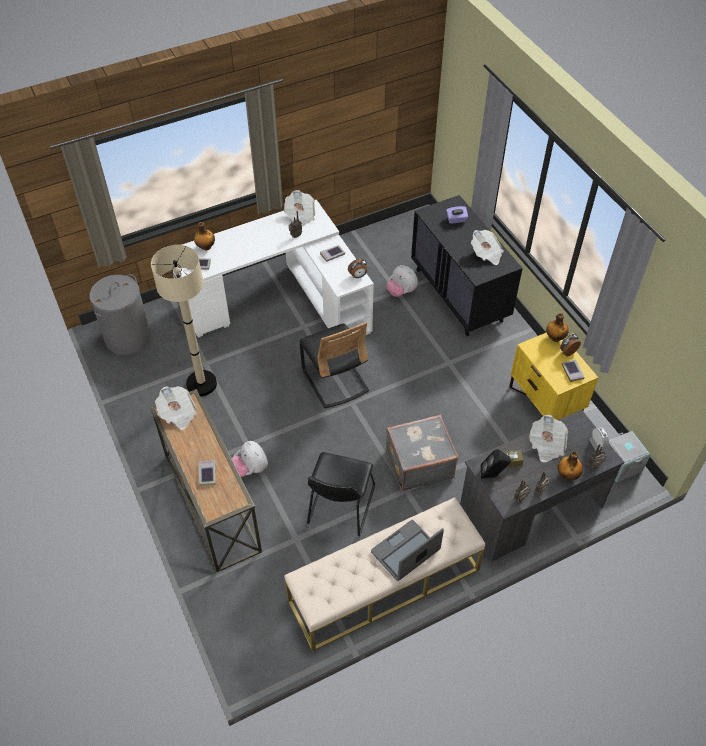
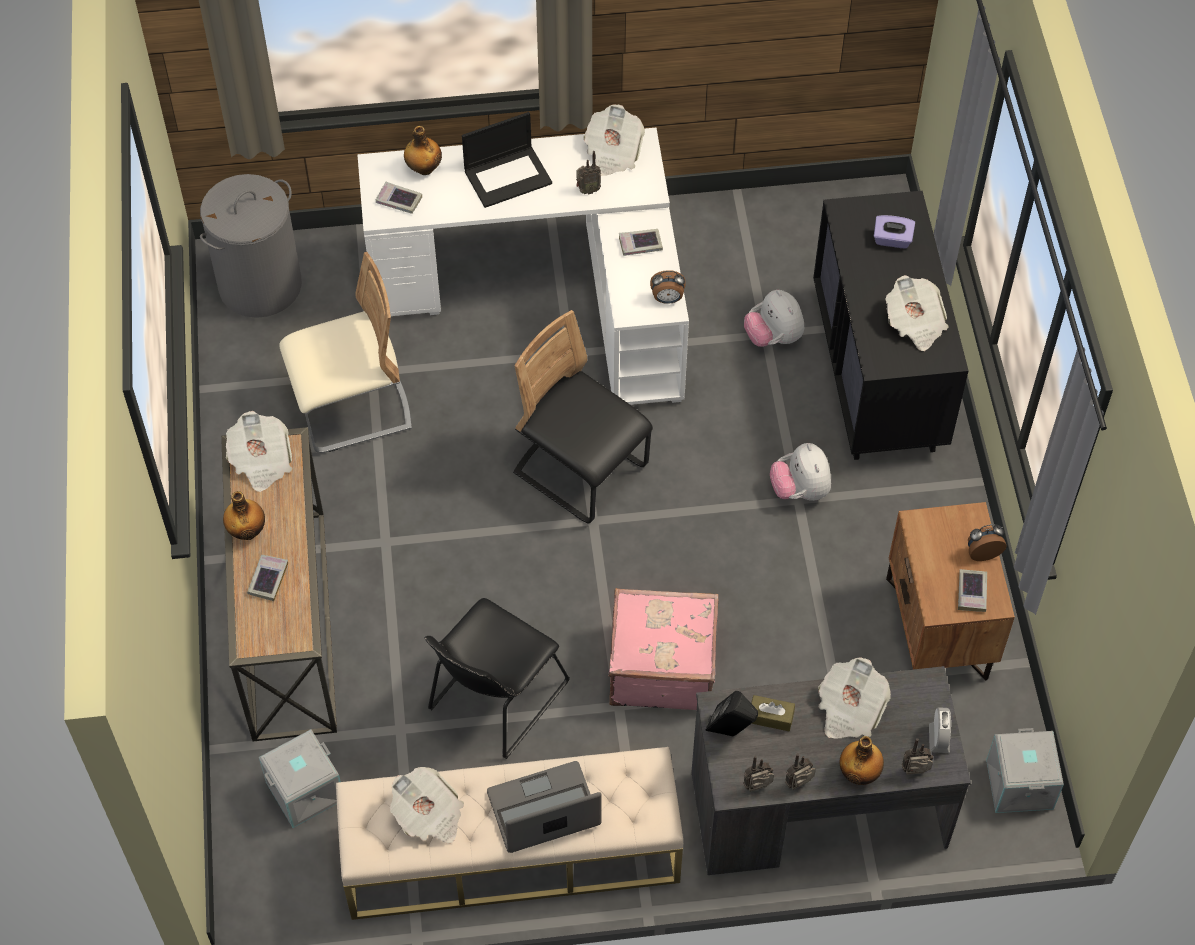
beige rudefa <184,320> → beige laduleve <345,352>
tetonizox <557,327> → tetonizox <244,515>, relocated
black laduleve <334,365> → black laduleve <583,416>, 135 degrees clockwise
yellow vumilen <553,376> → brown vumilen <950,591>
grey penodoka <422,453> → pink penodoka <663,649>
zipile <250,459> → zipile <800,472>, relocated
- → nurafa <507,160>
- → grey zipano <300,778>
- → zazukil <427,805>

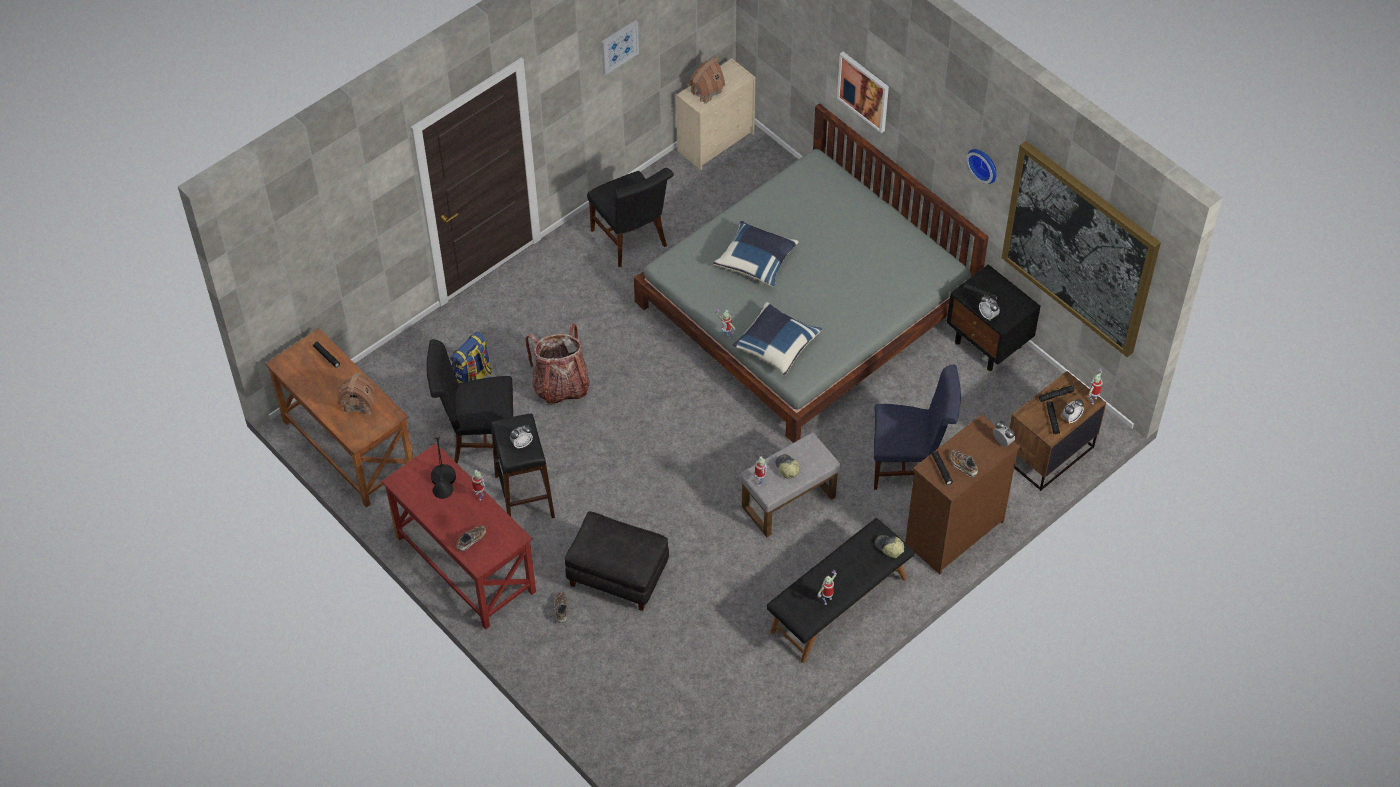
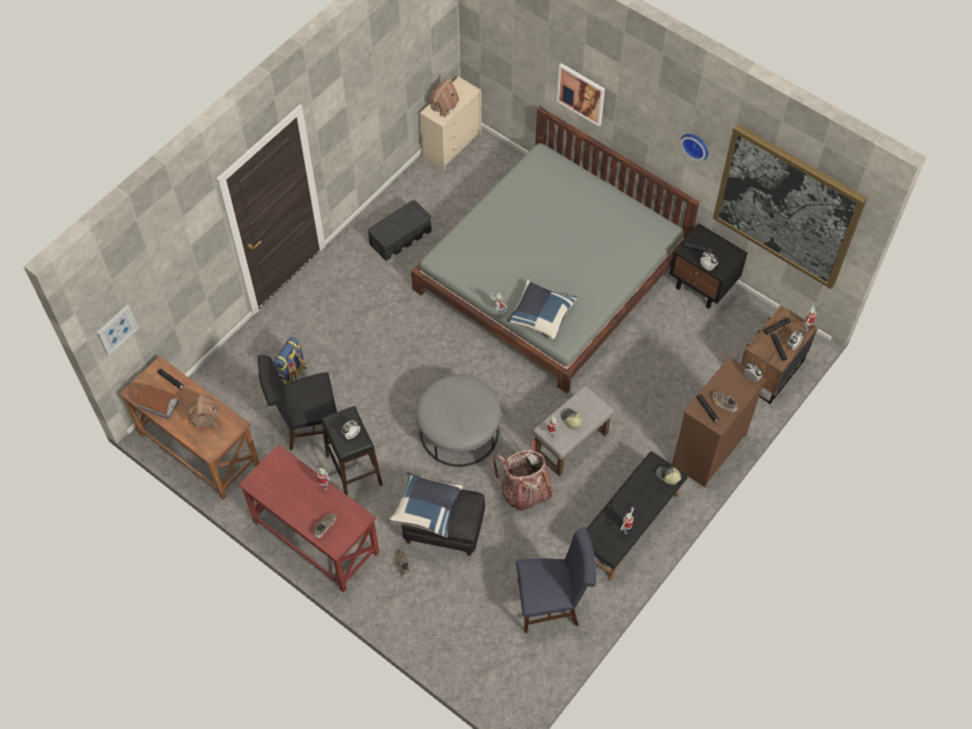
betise <620,47> → betise <117,330>, relocated
black laduleve <630,217> → black zipano <400,230>
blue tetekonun <755,254> → blue tetekonun <426,504>, relocated
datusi <558,364> → datusi <523,475>, relocated
blue laduleve <917,427> → blue laduleve <556,580>, relocated
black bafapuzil <443,468> → -
- → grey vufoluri <458,420>
- → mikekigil <157,402>

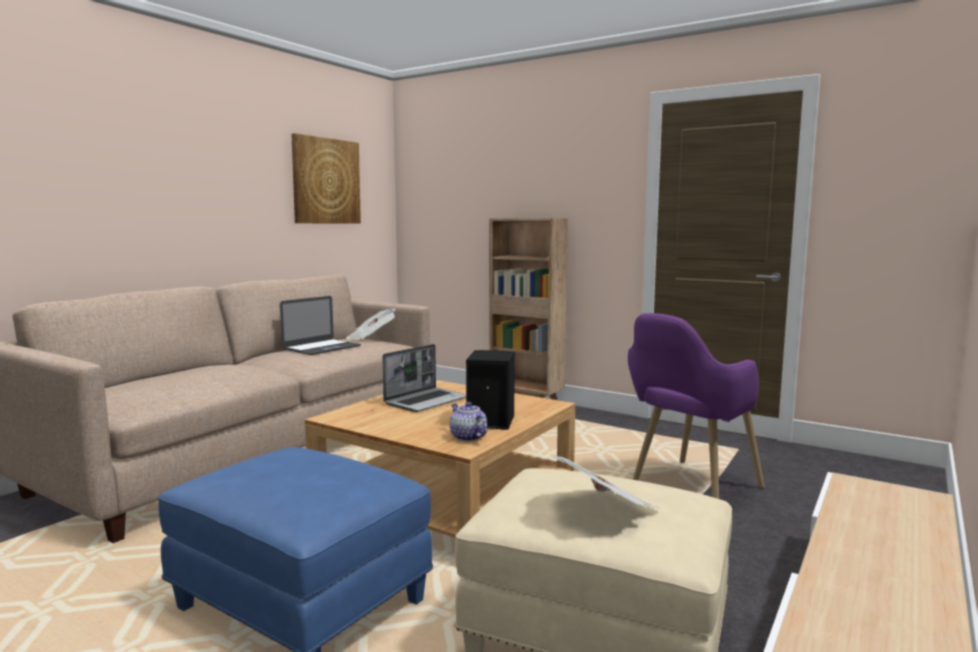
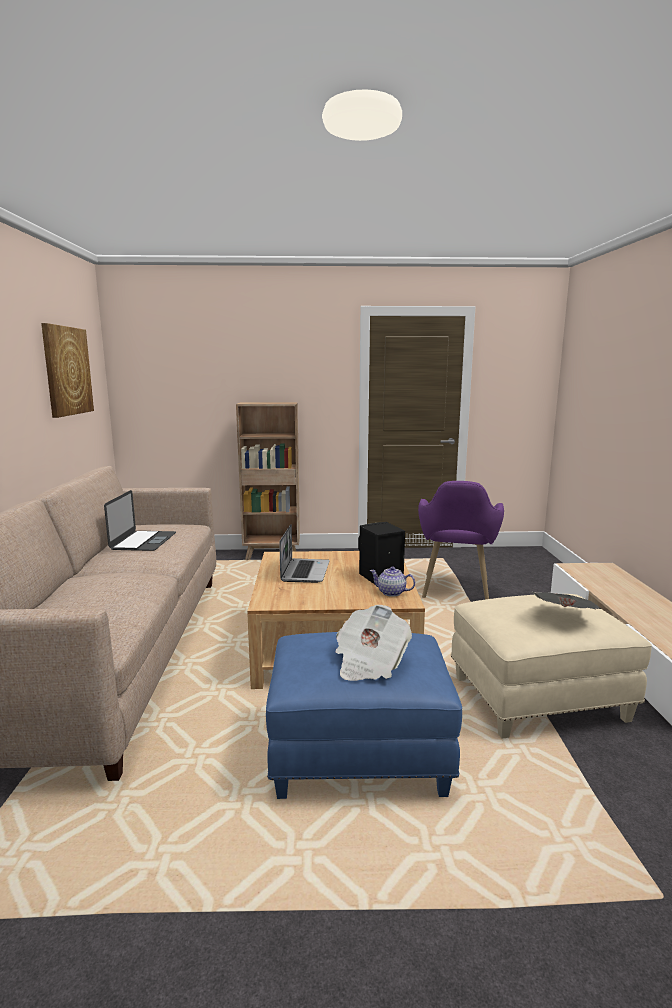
zazukil <370,324> → zazukil <373,643>, relocated

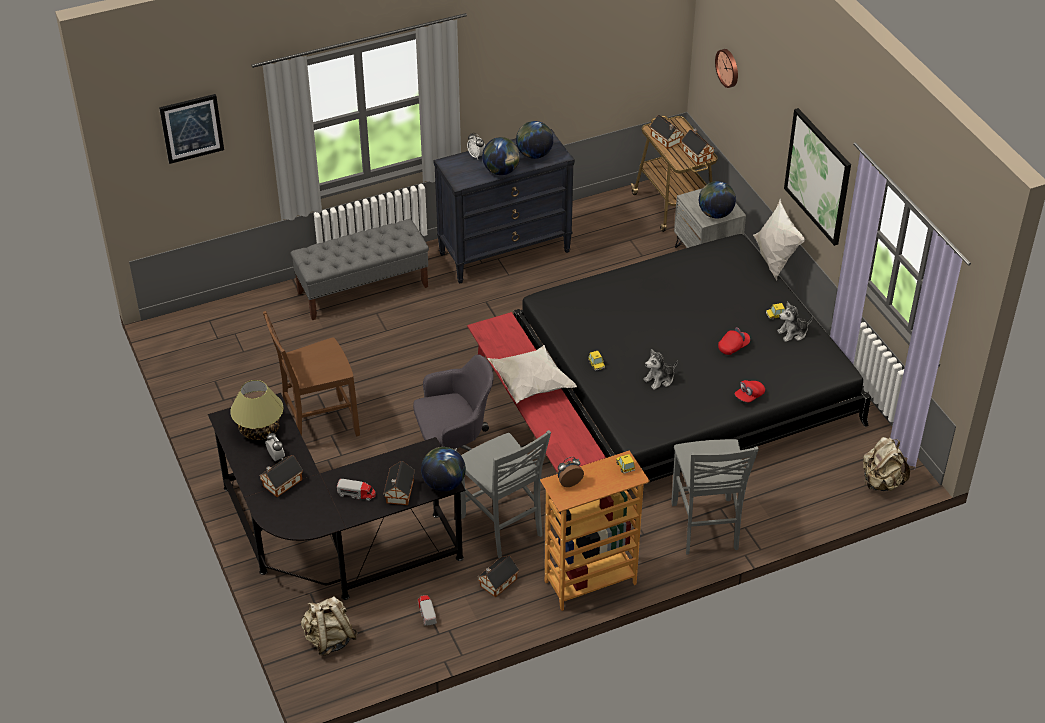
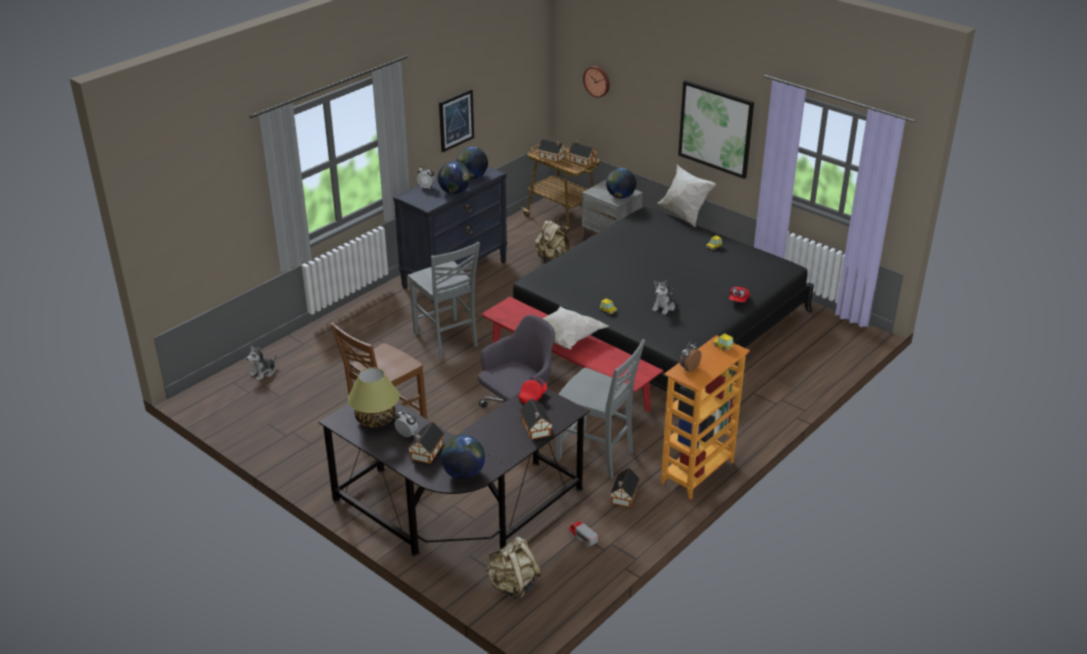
betise <191,129> → betise <456,120>, relocated
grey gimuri <359,269> → -
zipile <795,322> → zipile <261,363>, relocated
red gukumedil <734,341> → red gukumedil <532,390>, relocated
beige datusi <886,464> → beige datusi <552,240>, relocated
grey laduleve <715,497> → grey laduleve <444,300>, relocated
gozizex <443,469> → gozizex <463,457>, relocated
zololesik <356,490> → -

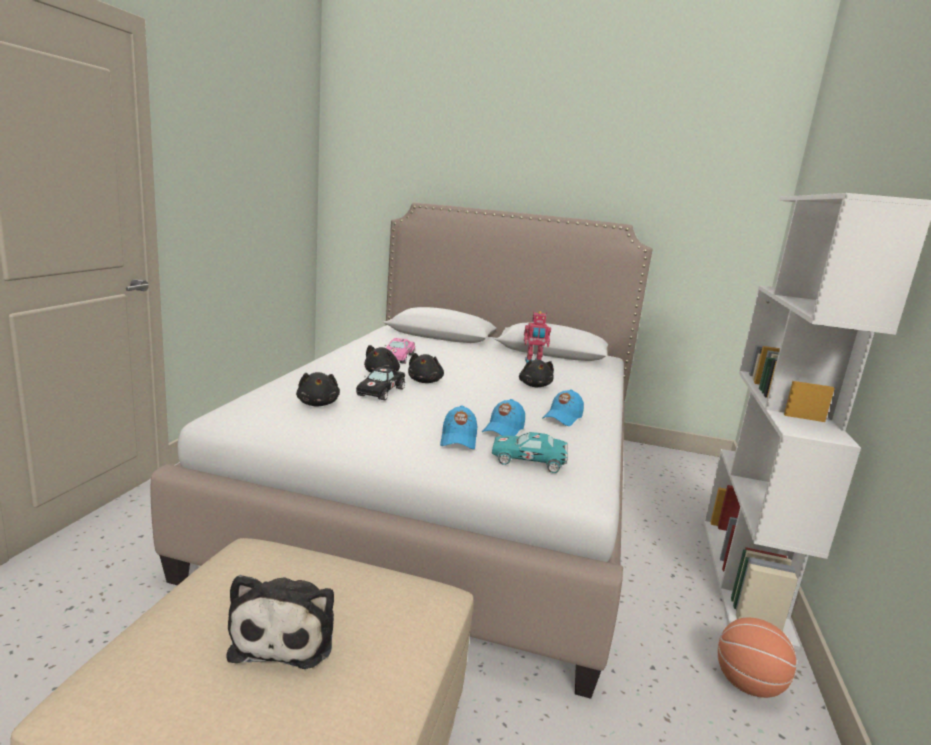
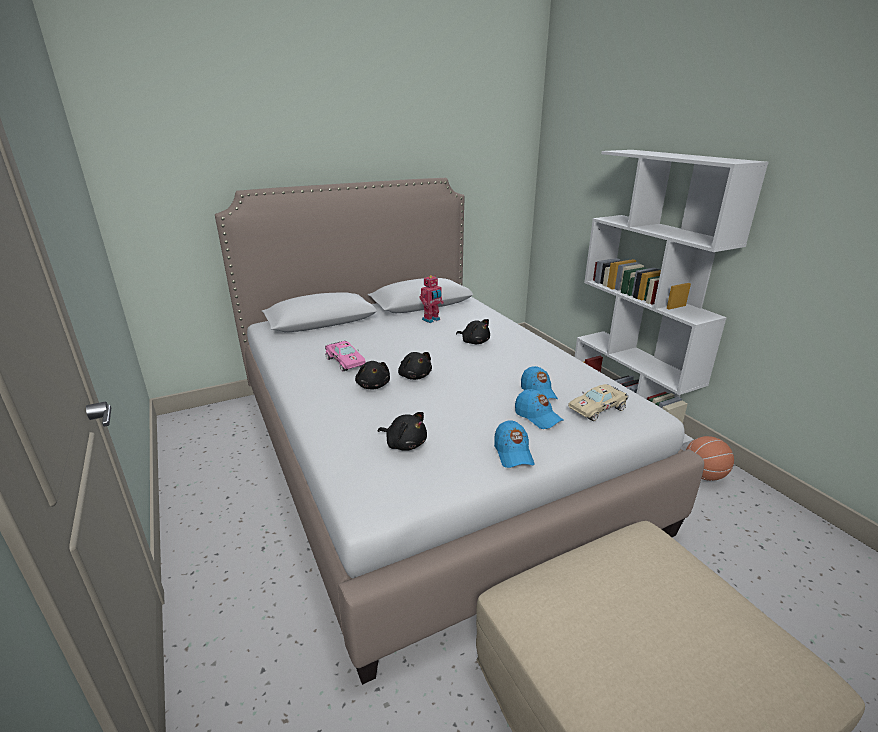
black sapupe <380,383> → -
blue gukumedil <563,407> → blue gukumedil <514,444>, relocated
turquoise sapupe <530,452> → beige sapupe <598,402>
zipile <280,622> → -

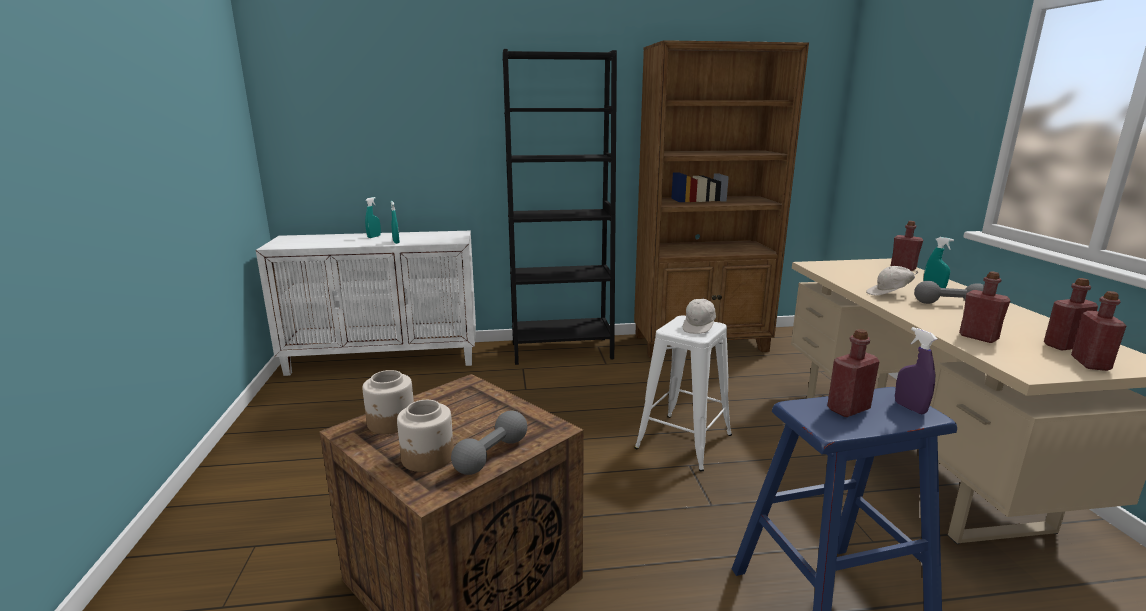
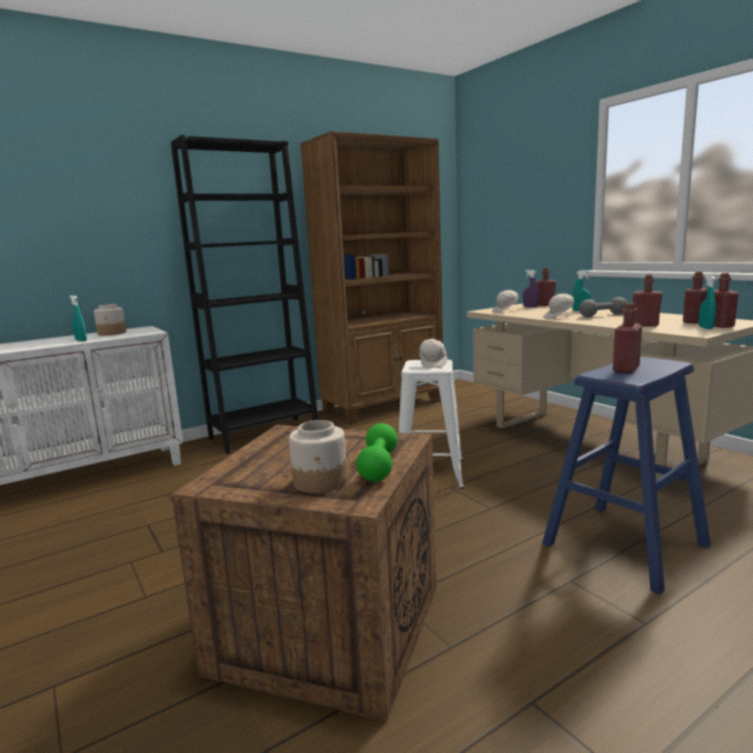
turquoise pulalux <373,217> → turquoise pulalux <707,302>, relocated
purple pulalux <916,370> → purple pulalux <531,289>, relocated
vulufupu <388,402> → vulufupu <110,320>, relocated
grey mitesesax <489,443> → green mitesesax <377,452>
- → white gukumedil <505,301>

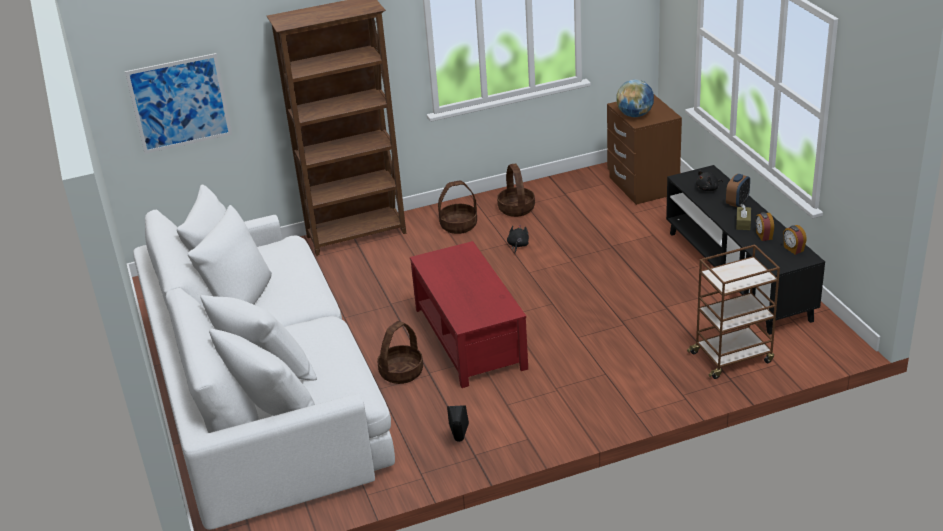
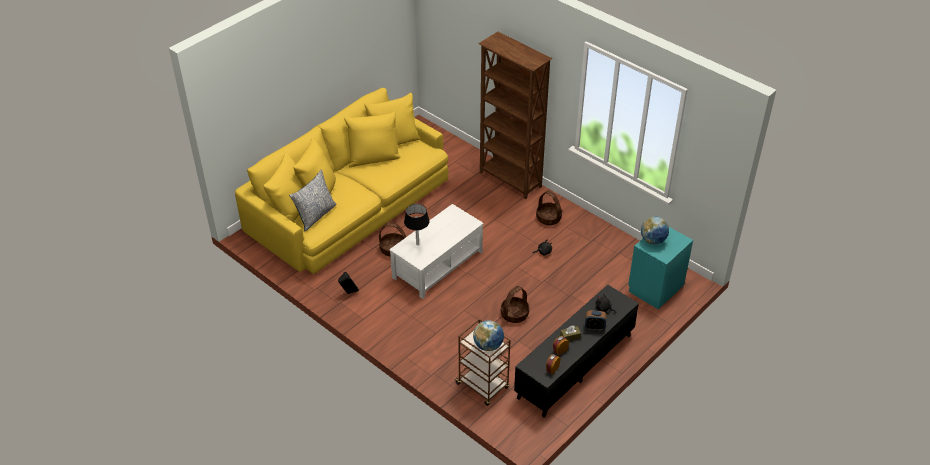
betise <178,103> → -
brown vumilen <644,150> → turquoise vumilen <660,268>
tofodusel <516,190> → tofodusel <515,304>, relocated
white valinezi <264,357> → yellow valinezi <341,181>
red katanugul <469,314> → white katanugul <436,251>
- → tetekonun <313,200>
- → black bafapuzil <417,224>
- → gozizex <488,335>

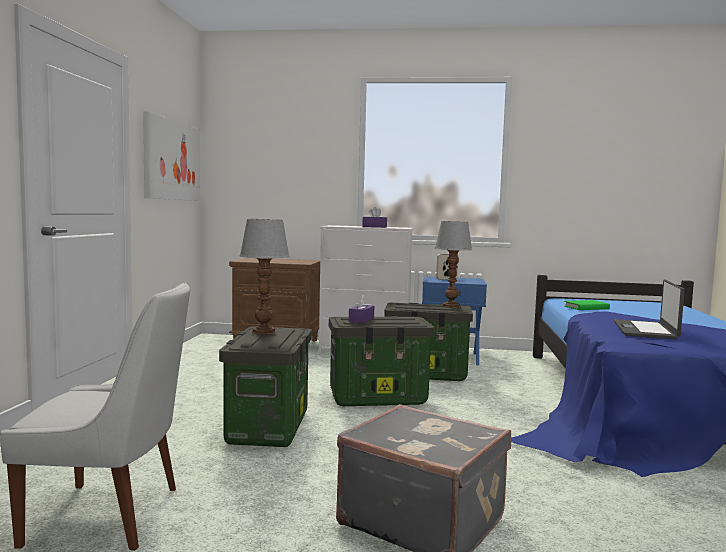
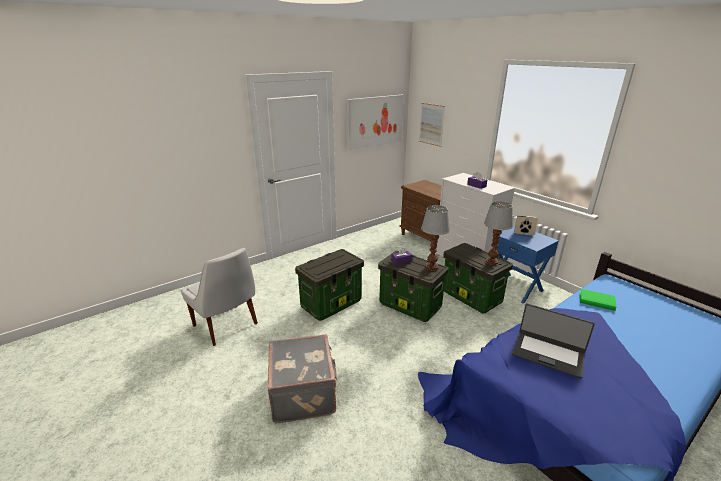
bafapuzil <265,277> → bafapuzil <435,238>, relocated
nurafa <649,309> → nurafa <553,341>, 120 degrees counterclockwise
- → betise <432,125>

